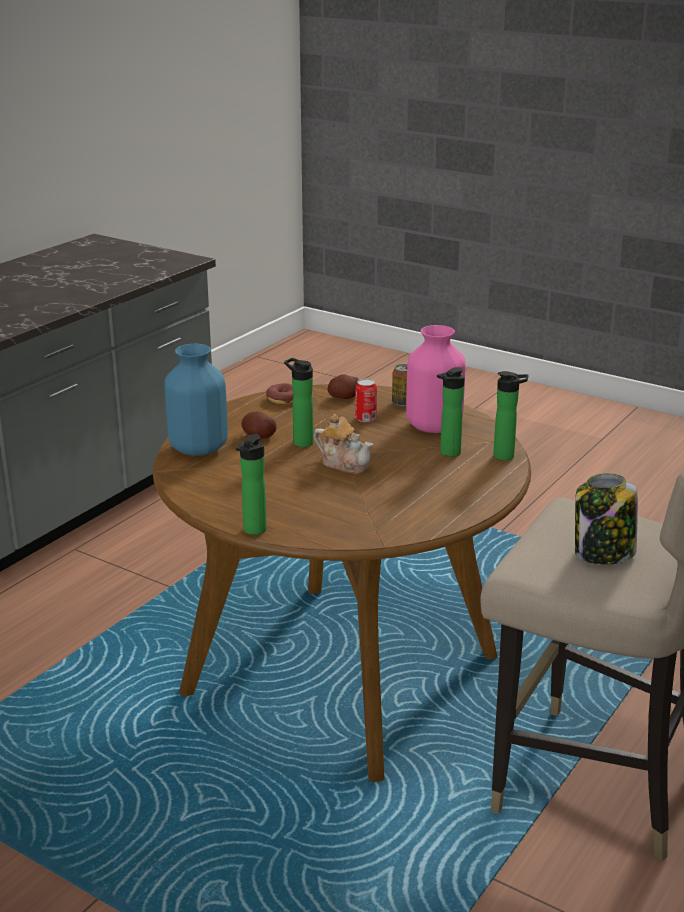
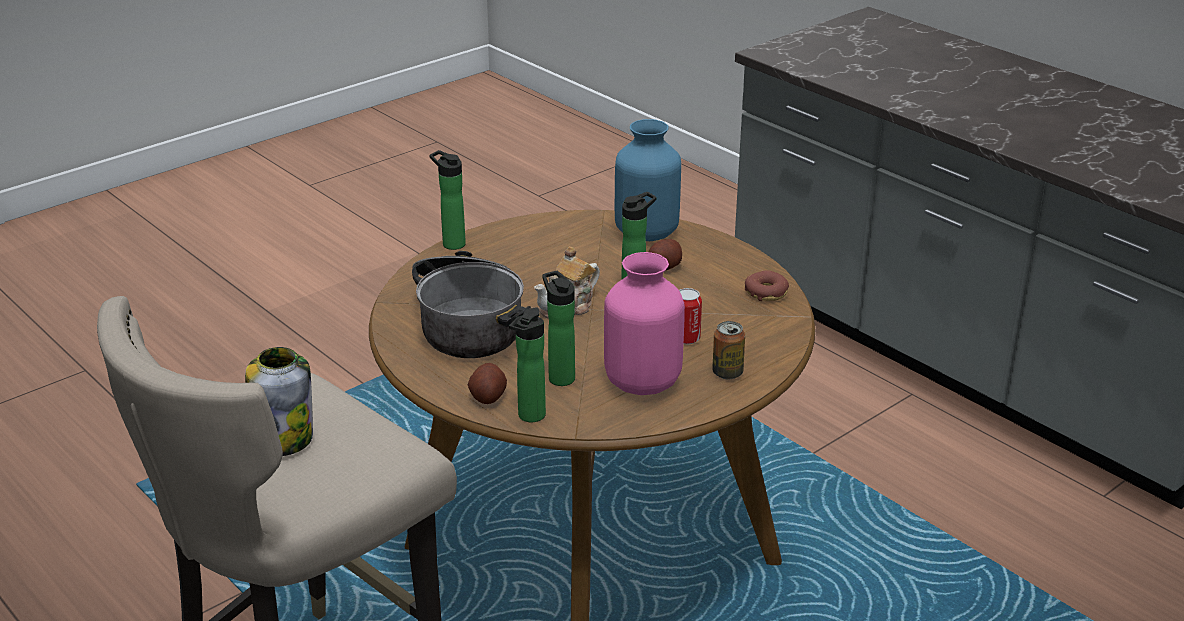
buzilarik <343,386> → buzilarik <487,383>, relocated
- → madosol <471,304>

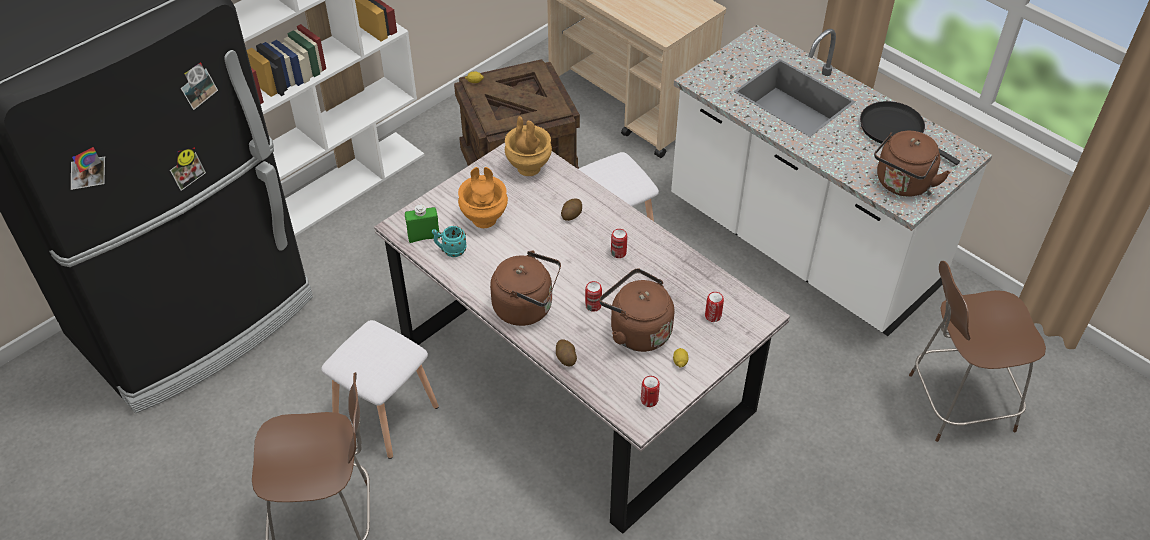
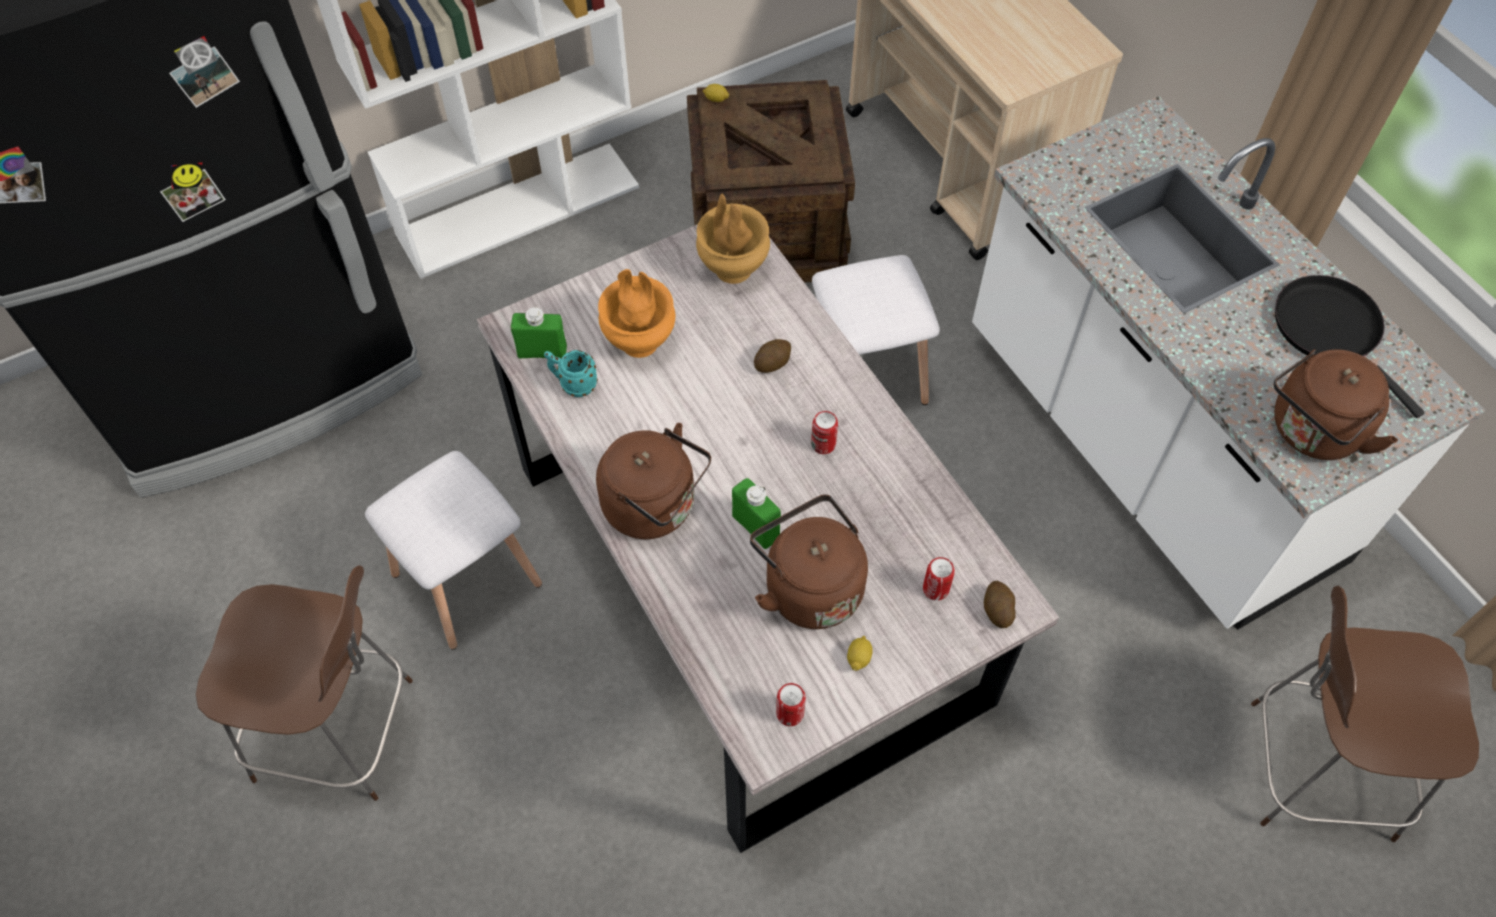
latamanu <593,296> → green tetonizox <756,513>
buzilarik <566,352> → buzilarik <999,604>, relocated

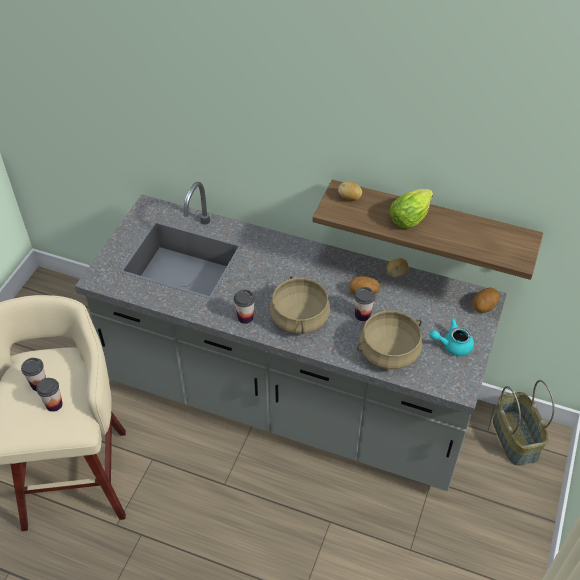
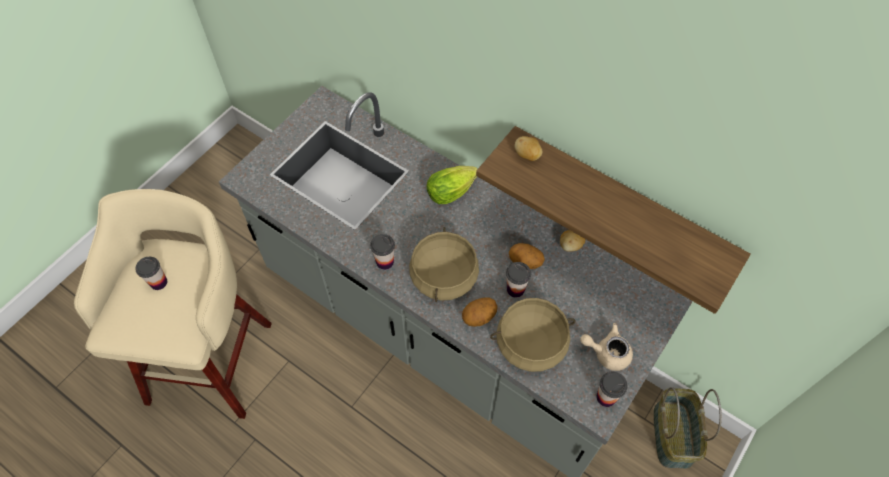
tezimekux <411,208> → tezimekux <452,185>, relocated
buzilarik <486,300> → buzilarik <480,312>, relocated
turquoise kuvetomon <451,337> → beige kuvetomon <606,347>
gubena <49,395> → gubena <611,389>, relocated

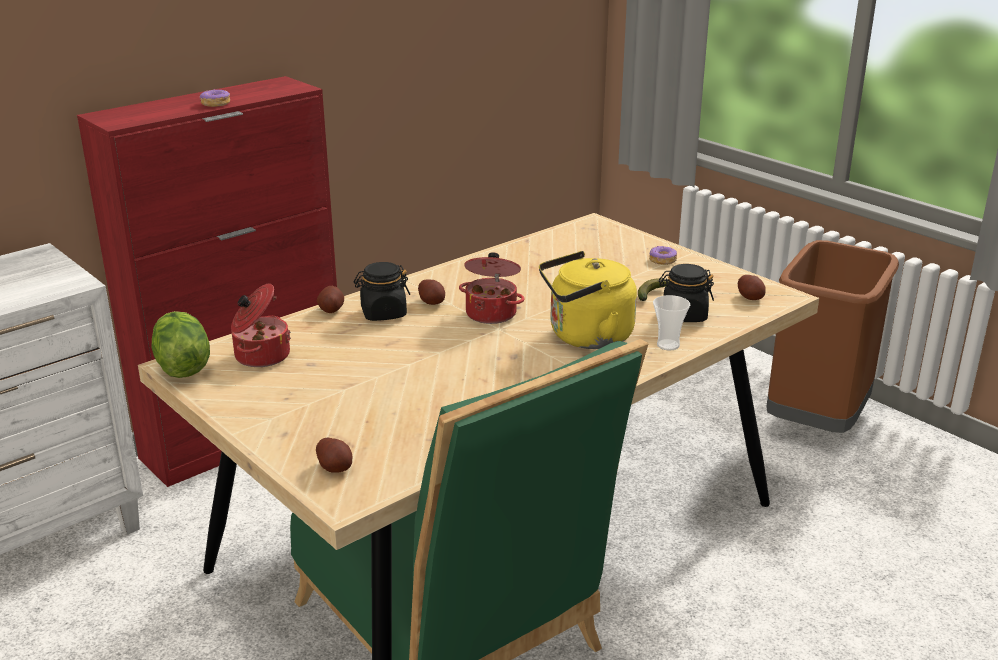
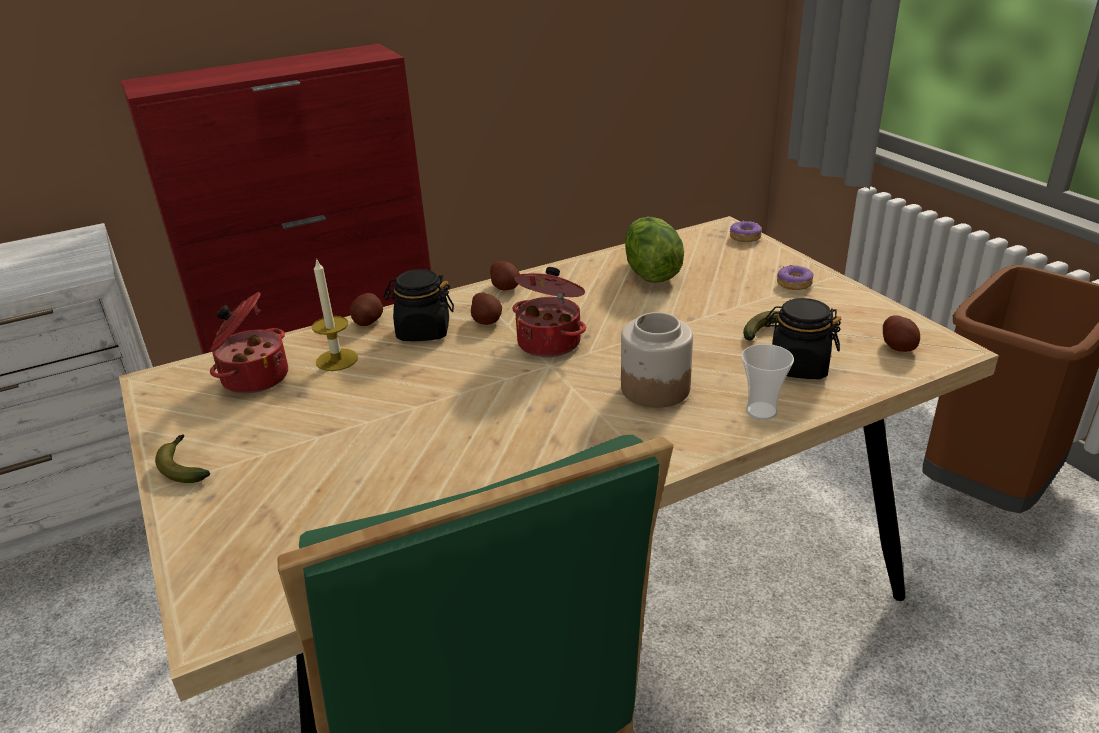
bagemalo <214,98> → bagemalo <746,231>, relocated
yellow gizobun <588,300> → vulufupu <657,360>
tezimekux <180,344> → tezimekux <654,250>, relocated
buzilarik <334,455> → buzilarik <505,275>, relocated
- → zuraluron <335,314>
- → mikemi <182,458>

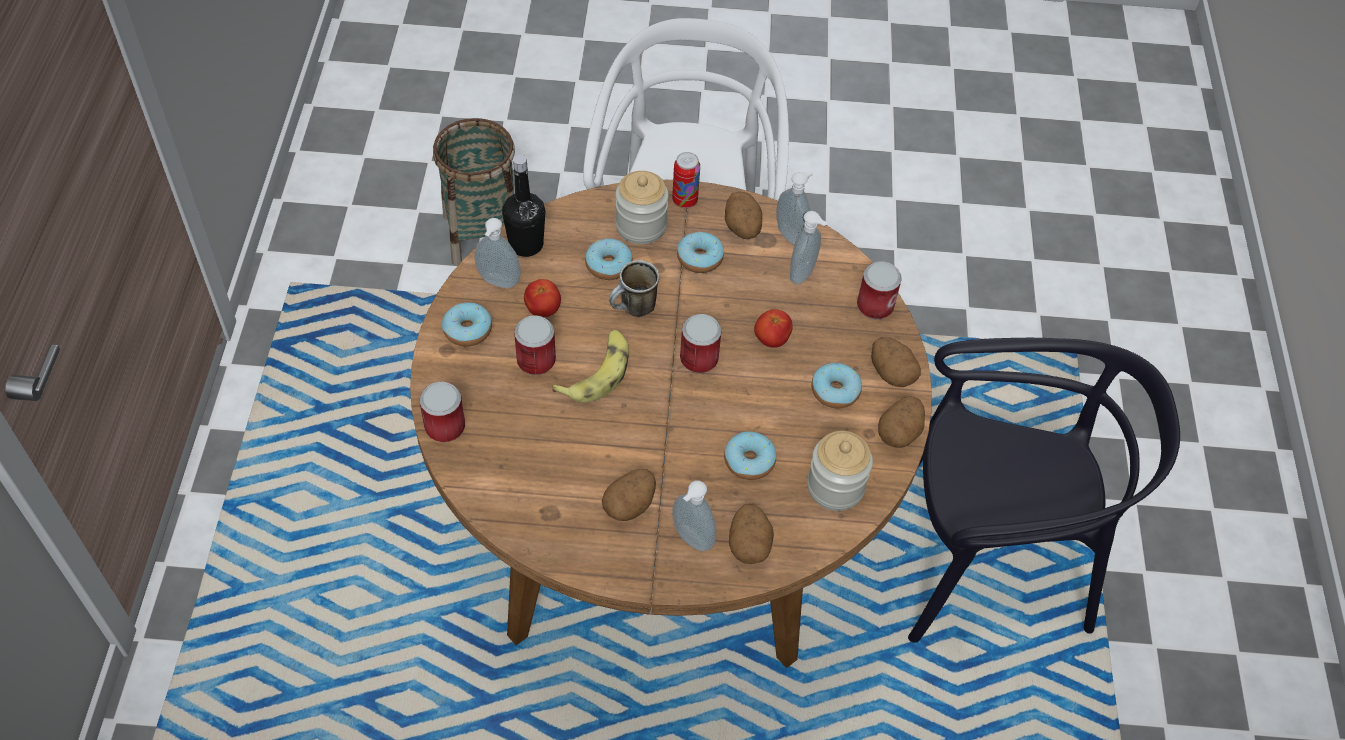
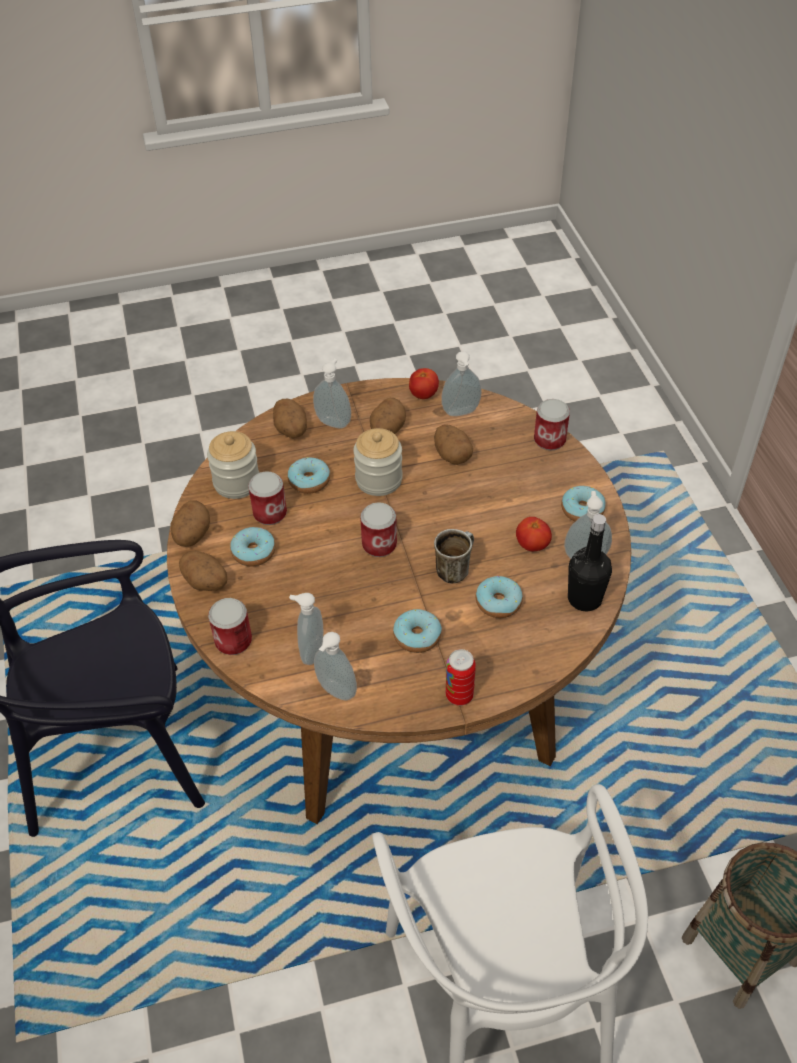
vulufupu <642,207> → vulufupu <378,462>, relocated
buzilarik <743,215> → buzilarik <453,444>, relocated
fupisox <773,328> → fupisox <424,383>, relocated
latamanu <535,345> → latamanu <267,498>, relocated
mikemi <590,366> → -
- → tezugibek <461,383>

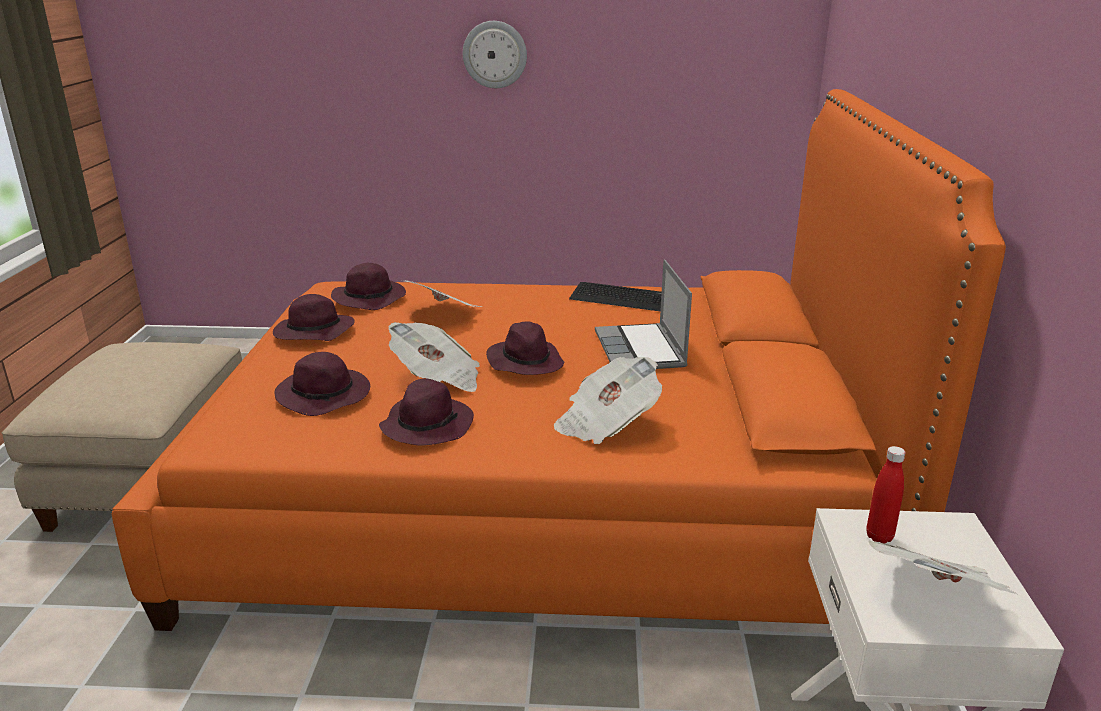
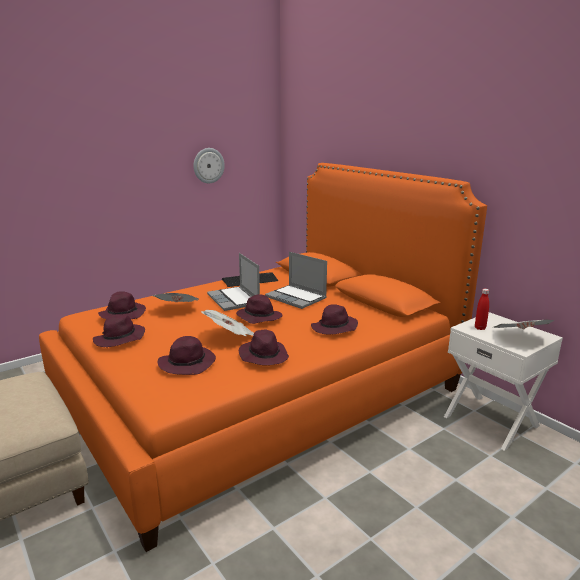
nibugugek <495,54> → nibugugek <209,165>, relocated
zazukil <608,400> → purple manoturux <334,319>
- → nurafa <233,282>

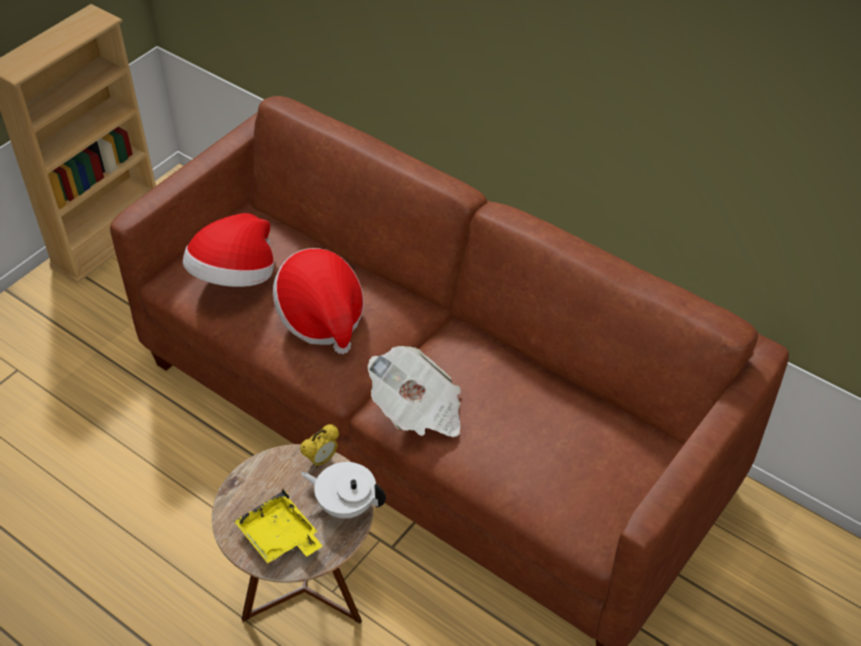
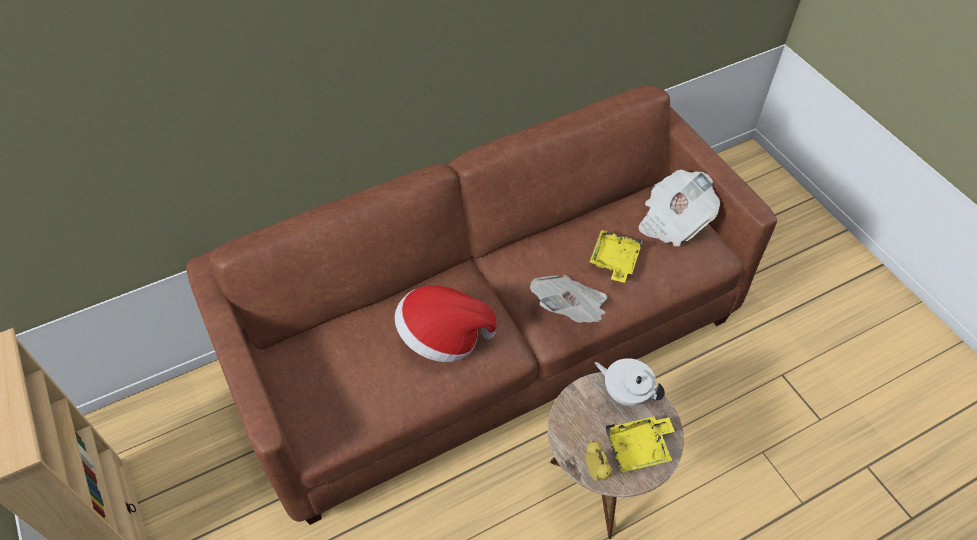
manoturux <228,250> → -
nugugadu <319,446> → nugugadu <599,461>, relocated
white kuvetomon <343,490> → white kuvetomon <630,382>, 75 degrees clockwise
- → zazukil <679,208>
- → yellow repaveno <616,256>

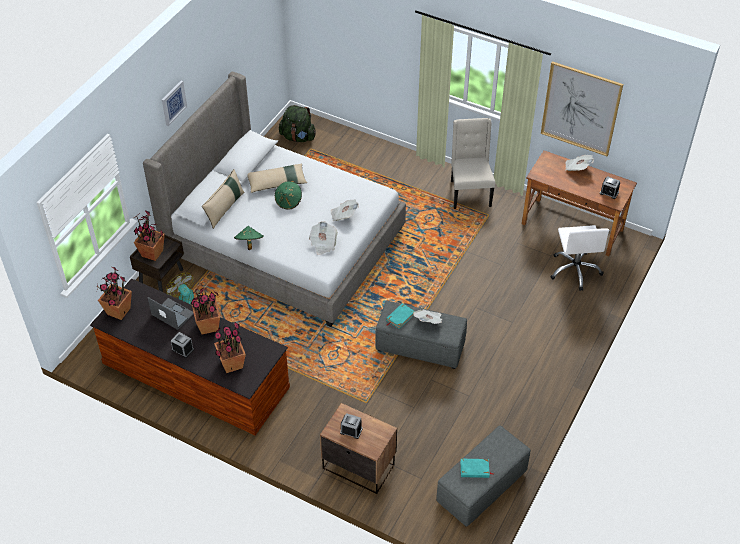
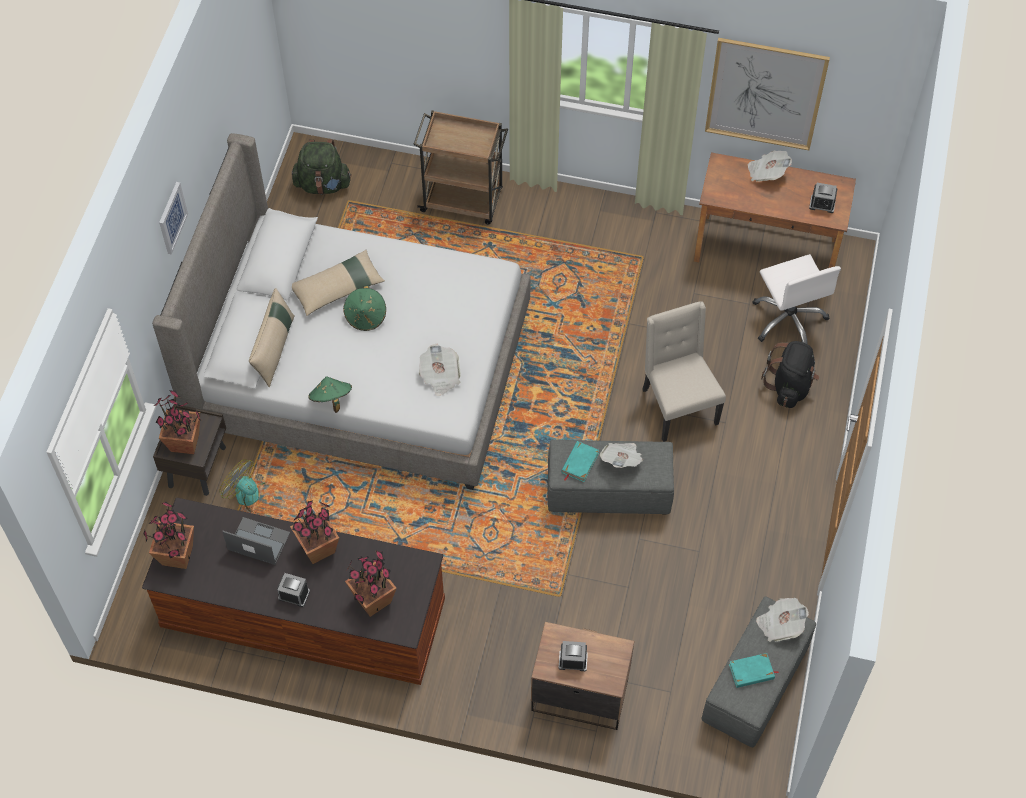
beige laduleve <473,163> → beige laduleve <684,371>, relocated
zazukil <344,210> → zazukil <782,620>, relocated
- → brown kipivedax <460,167>
- → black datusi <790,374>

